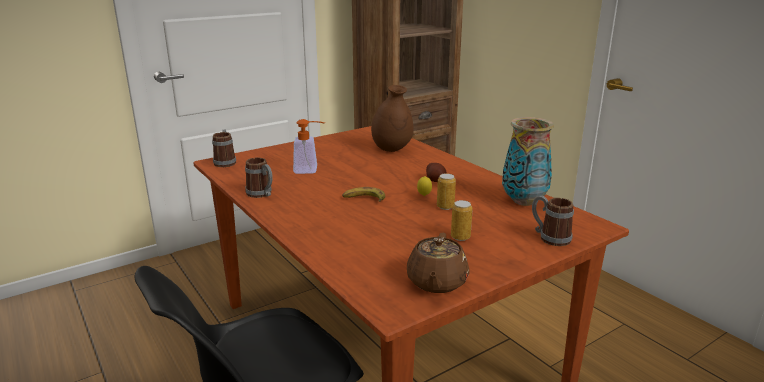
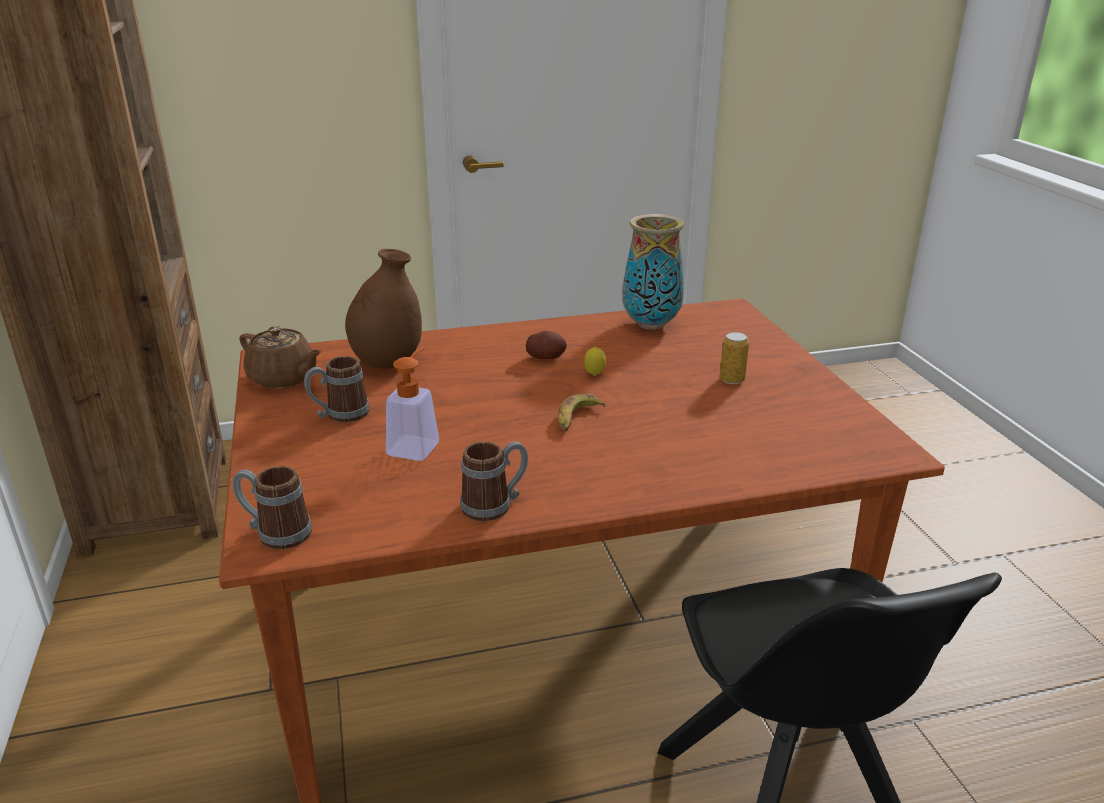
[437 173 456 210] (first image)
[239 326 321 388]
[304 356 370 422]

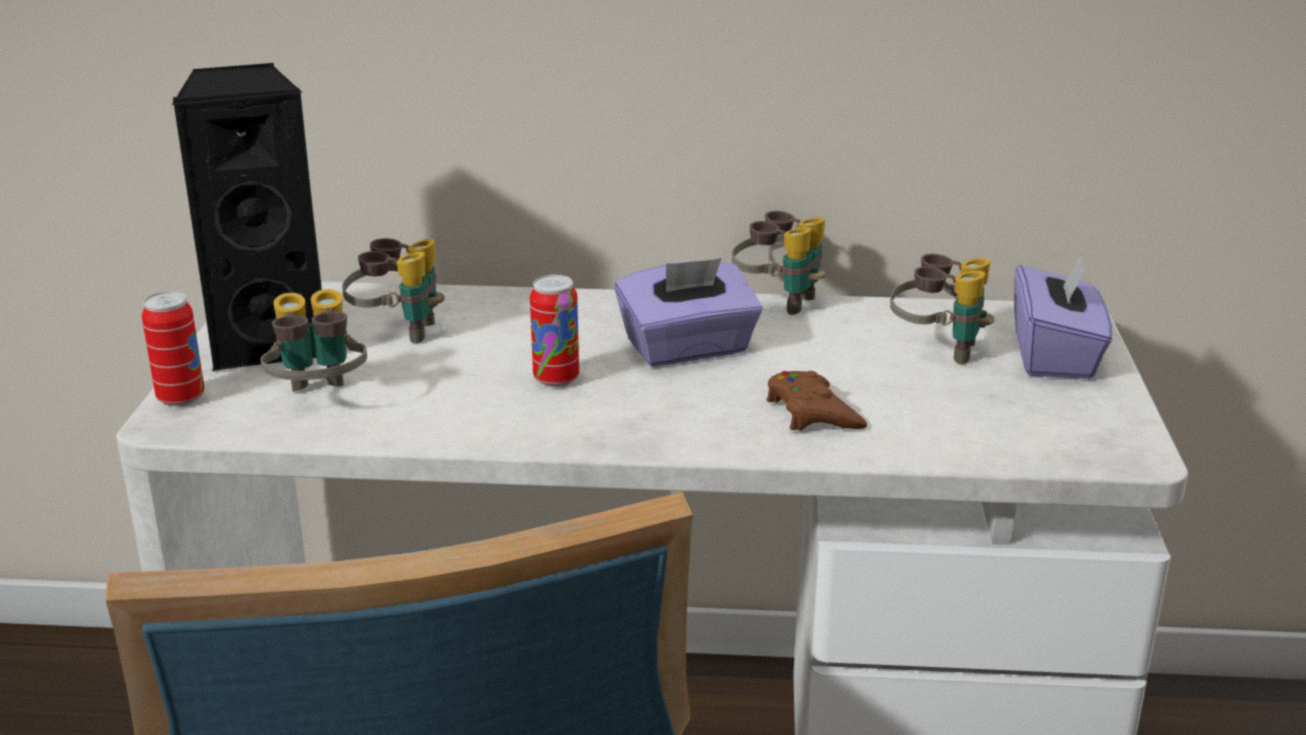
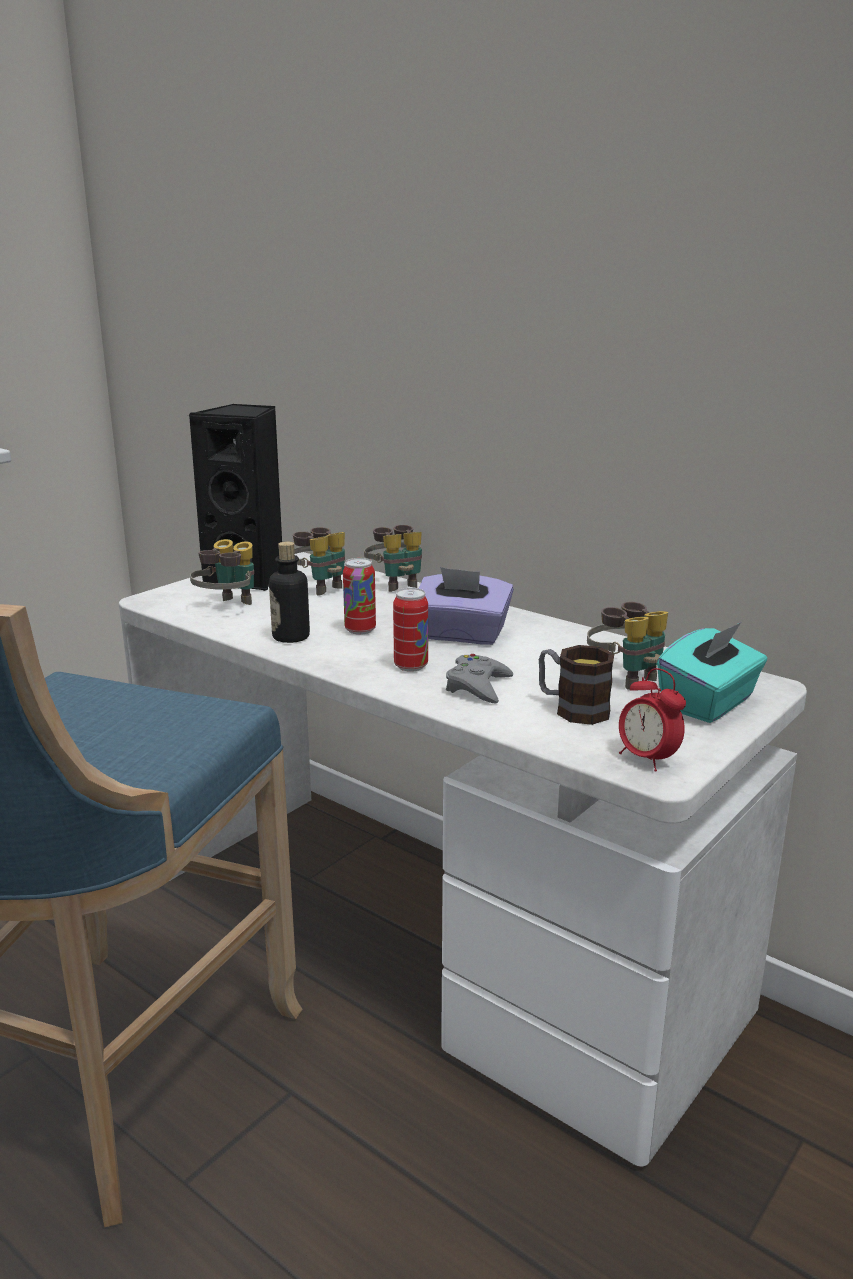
[269 542 310 643]
[539 645 614 725]
[619 668 686 771]
[393 588 428 672]
[364 525 422 592]
[446 654 513 703]
[657 622 767 723]

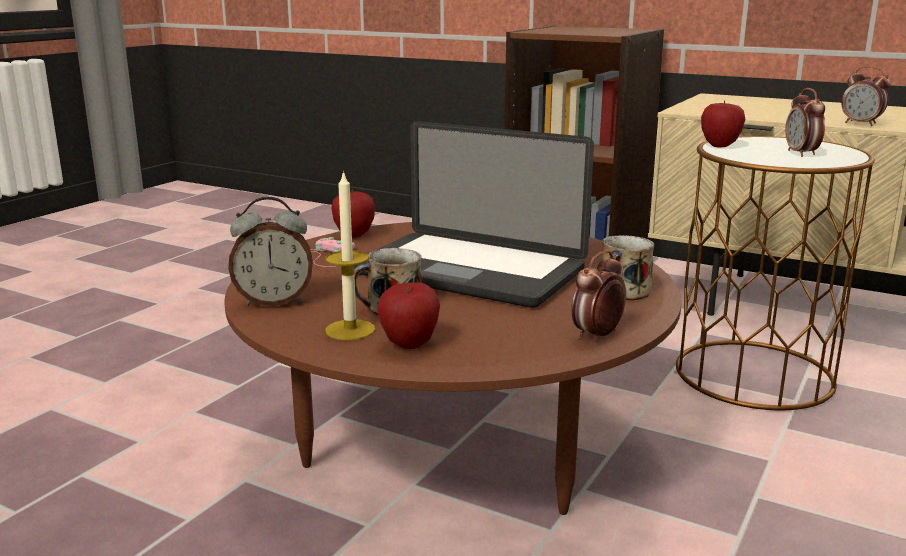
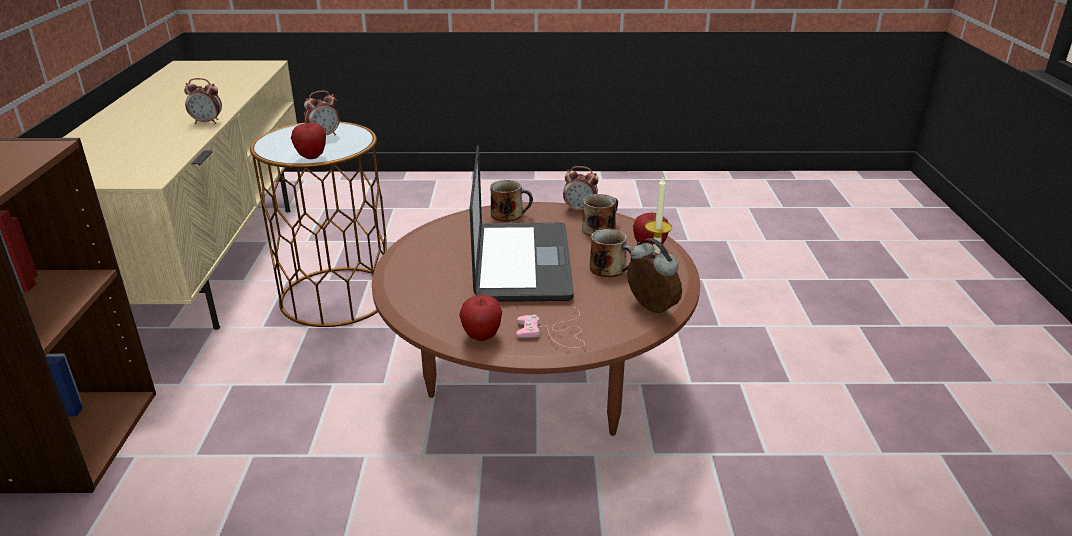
[582 194 618 236]
[184 78 222 124]

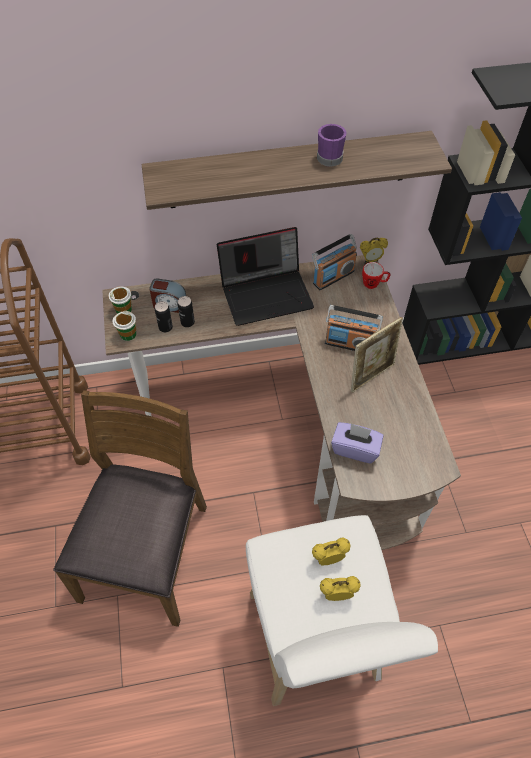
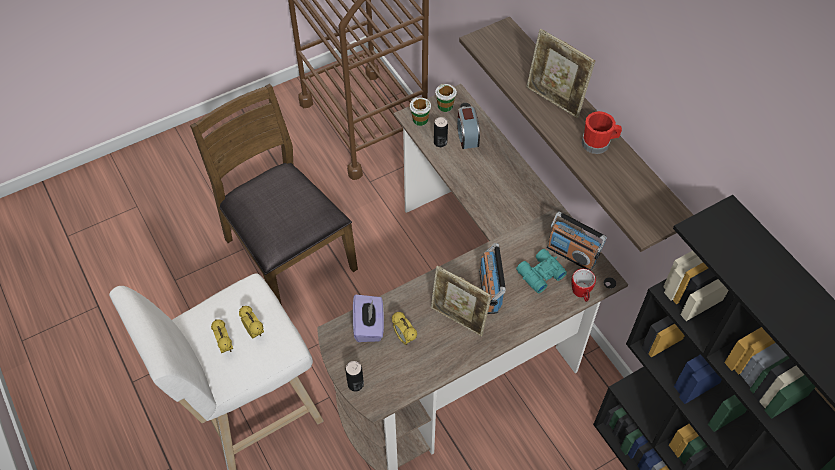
[217 227 314 326] (first image)
[516 249 567 293]
[526 29 595 118]
[346 361 364 392]
[392 312 417 345]
[582 111 622 154]
[190 84 358 305]

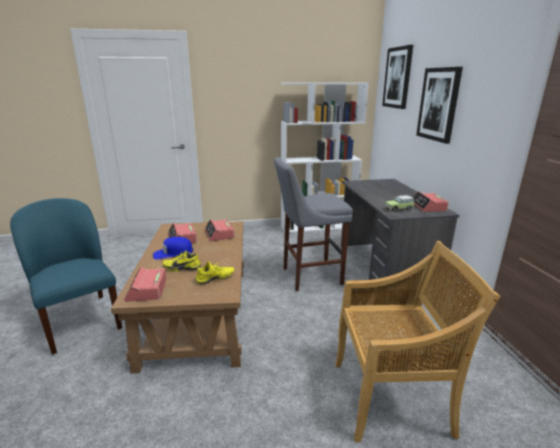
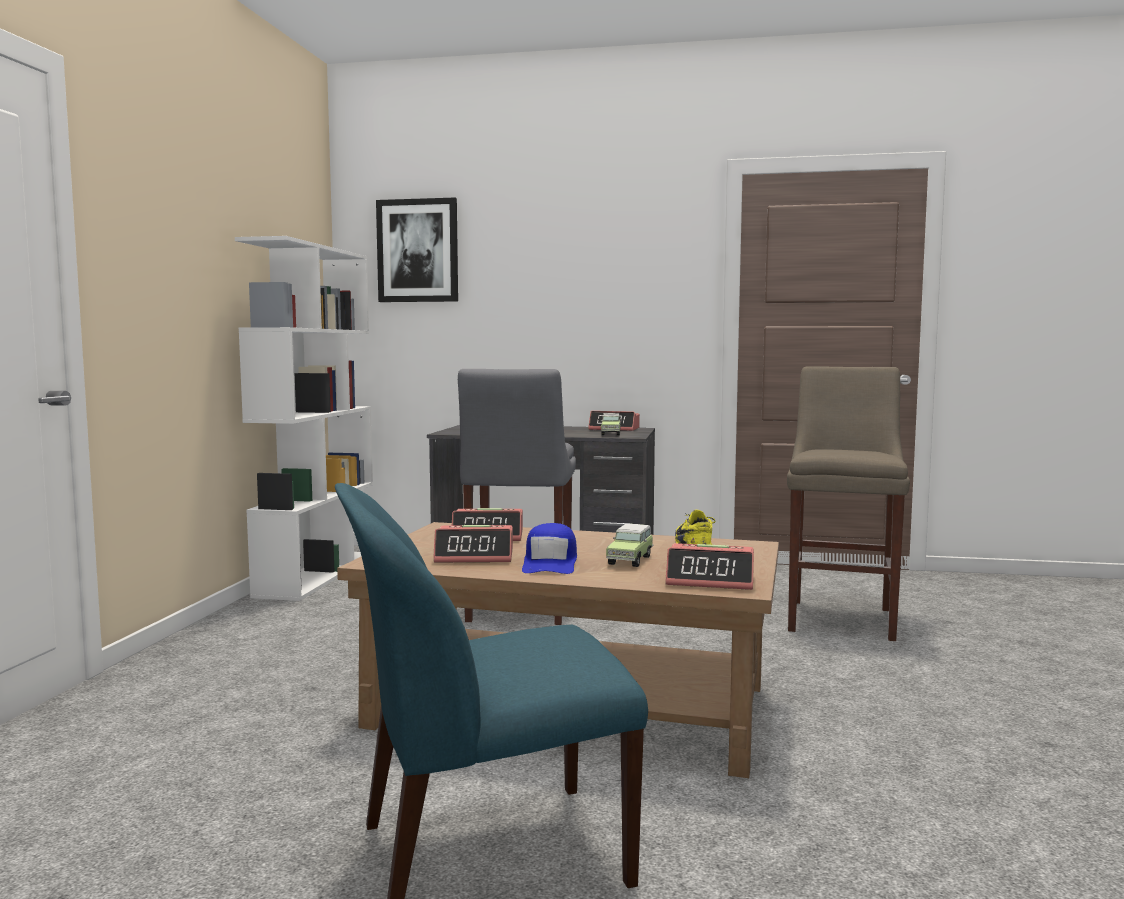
[416 67 463 144] (first image)
[606 524 654 567]
[787 366 910 641]

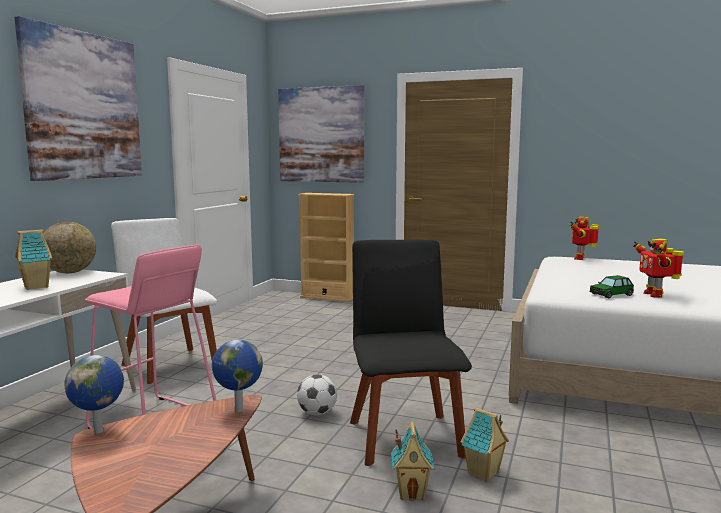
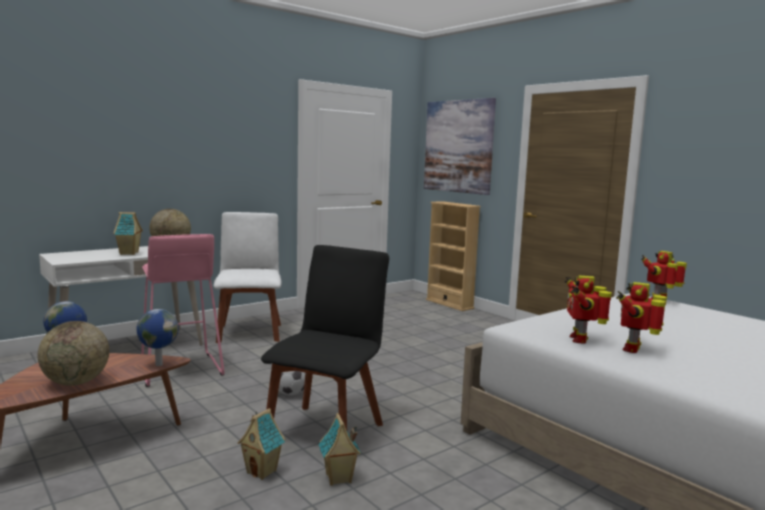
[15 16 142 181] (first image)
[38 321 109 386]
[565 275 612 344]

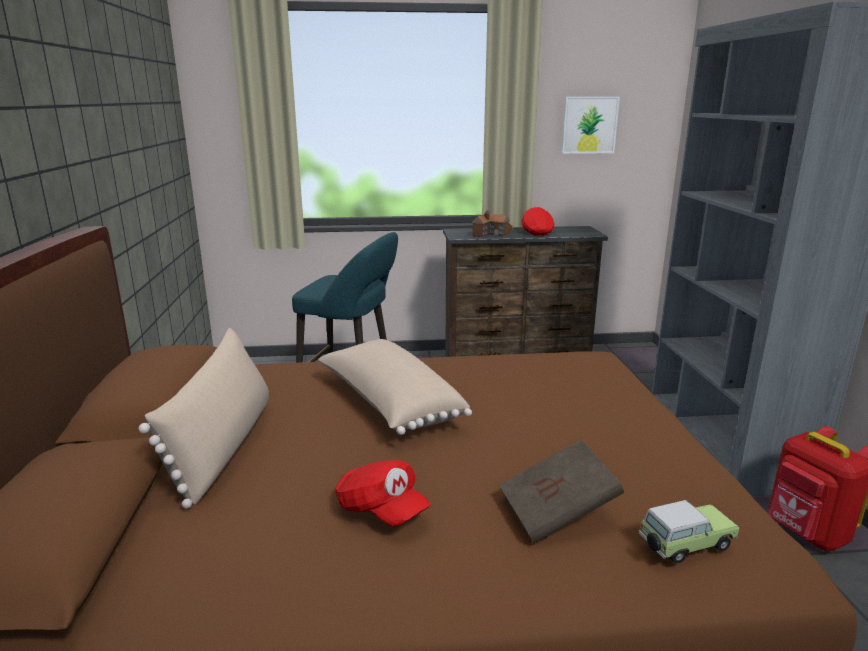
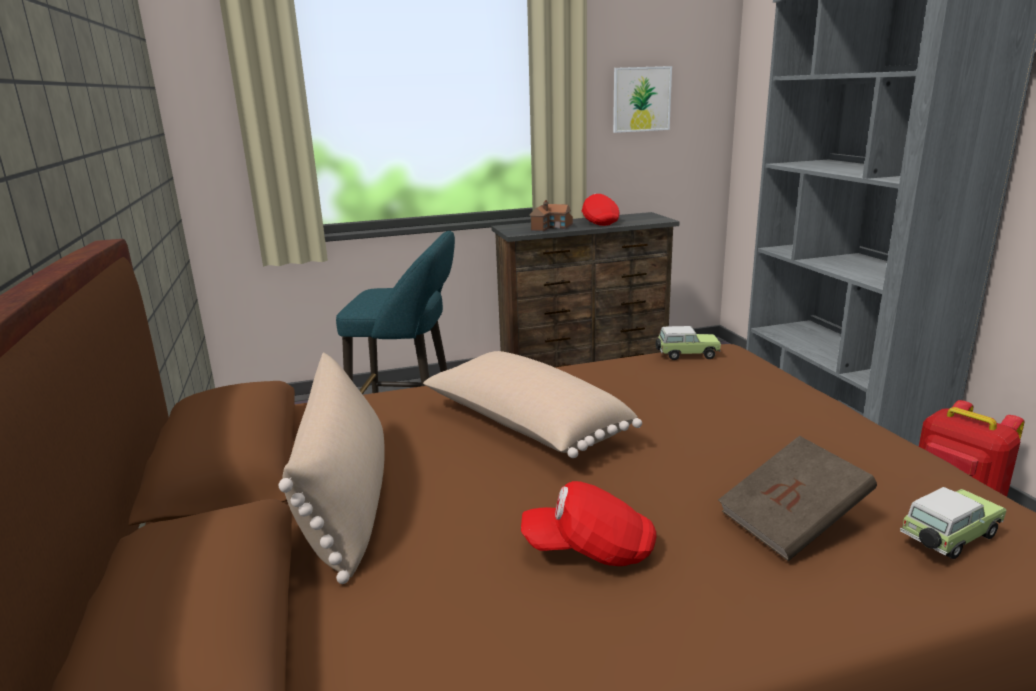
[656 326 721 360]
[521 481 657 566]

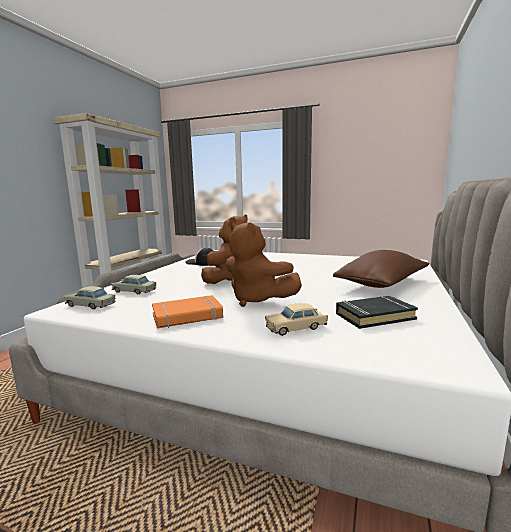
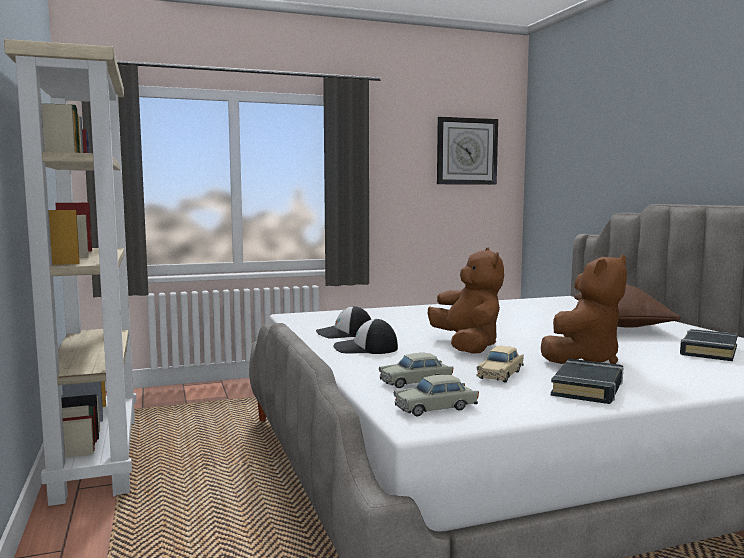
[334 319 398 354]
[437 117 498 185]
[476 346 524 382]
[551 359 623 404]
[541 255 627 364]

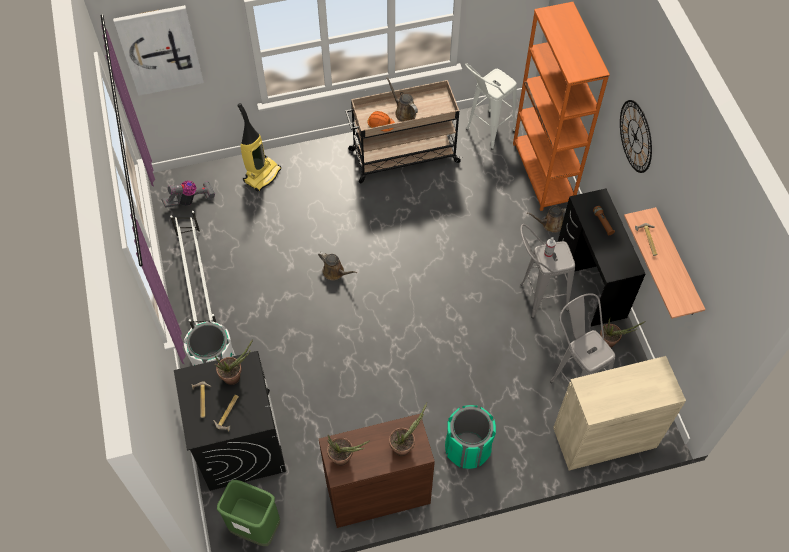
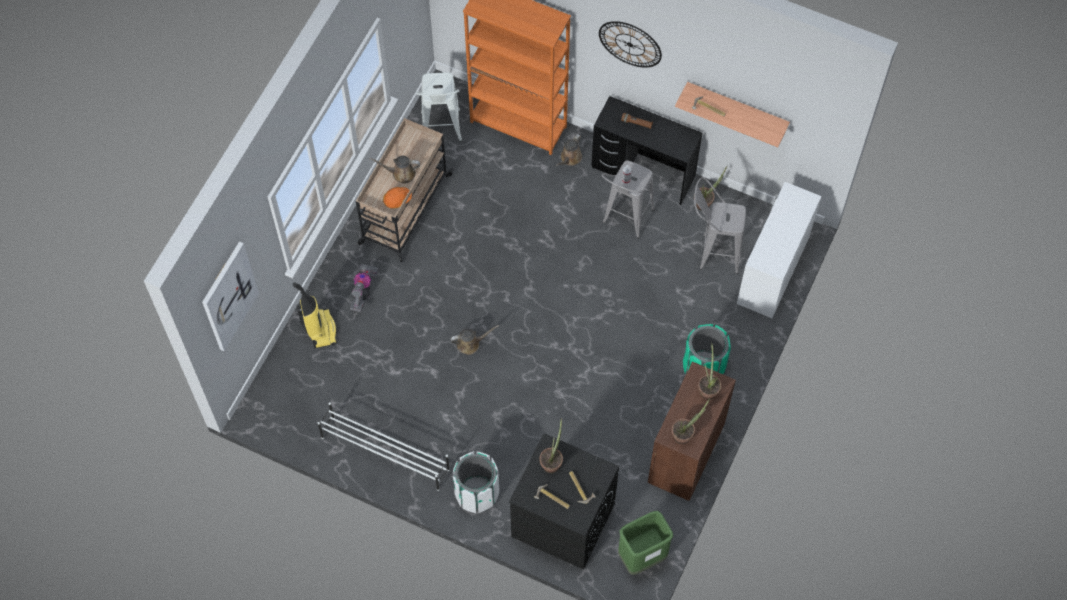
[350 264 379 312]
[737 182 821 318]

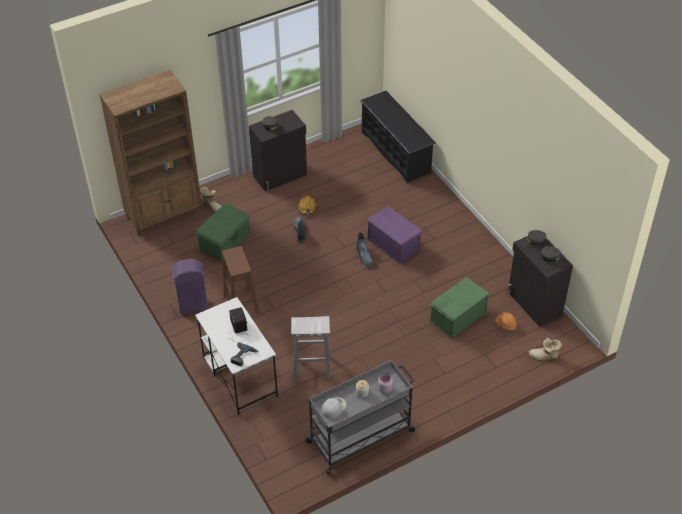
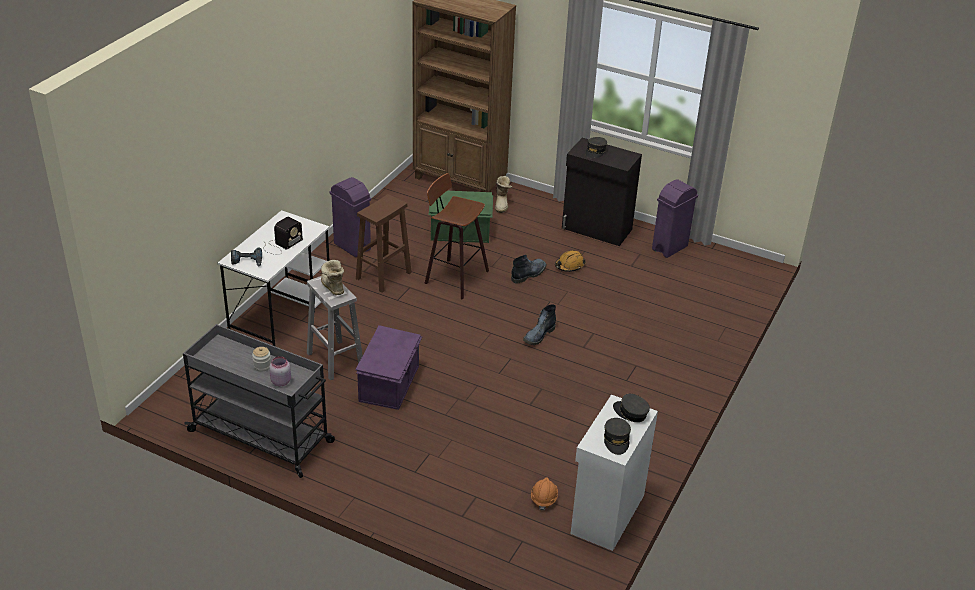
[322 397 347 419] (first image)
[360 91 436 184] (first image)
[429 277 490 339] (first image)
[424 173 489 299]
[652 179 698 258]
[356 325 422 410]
[321 260 344 295]
[571 394 658 551]

